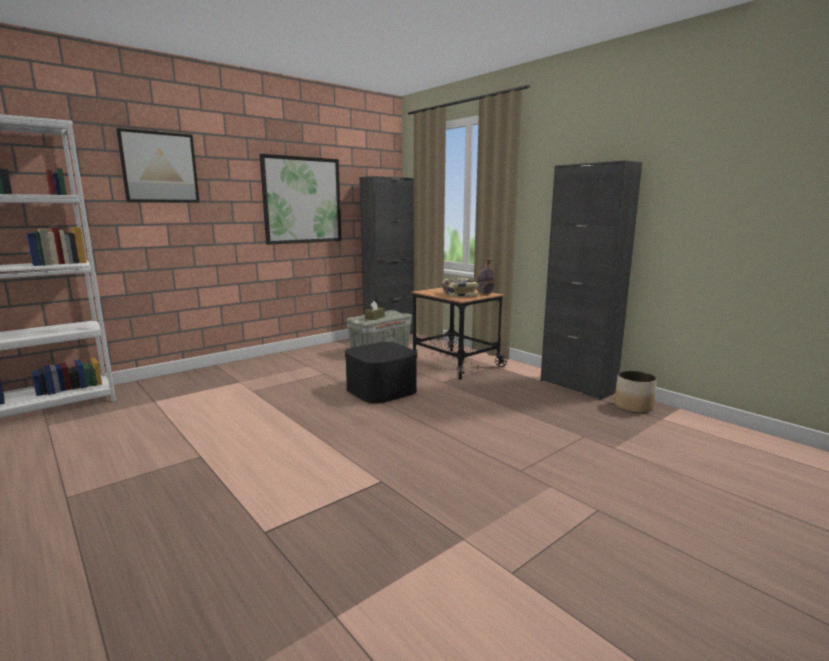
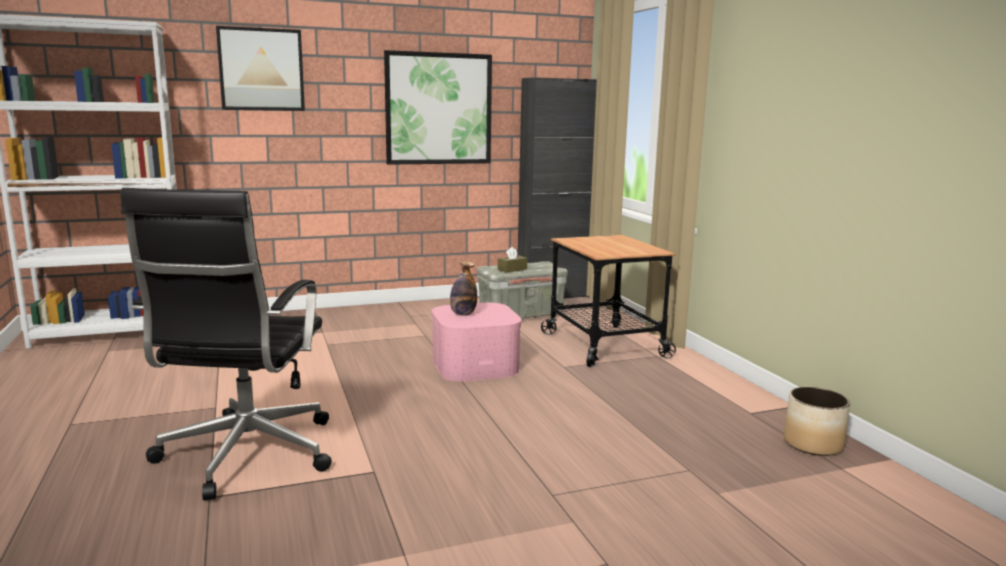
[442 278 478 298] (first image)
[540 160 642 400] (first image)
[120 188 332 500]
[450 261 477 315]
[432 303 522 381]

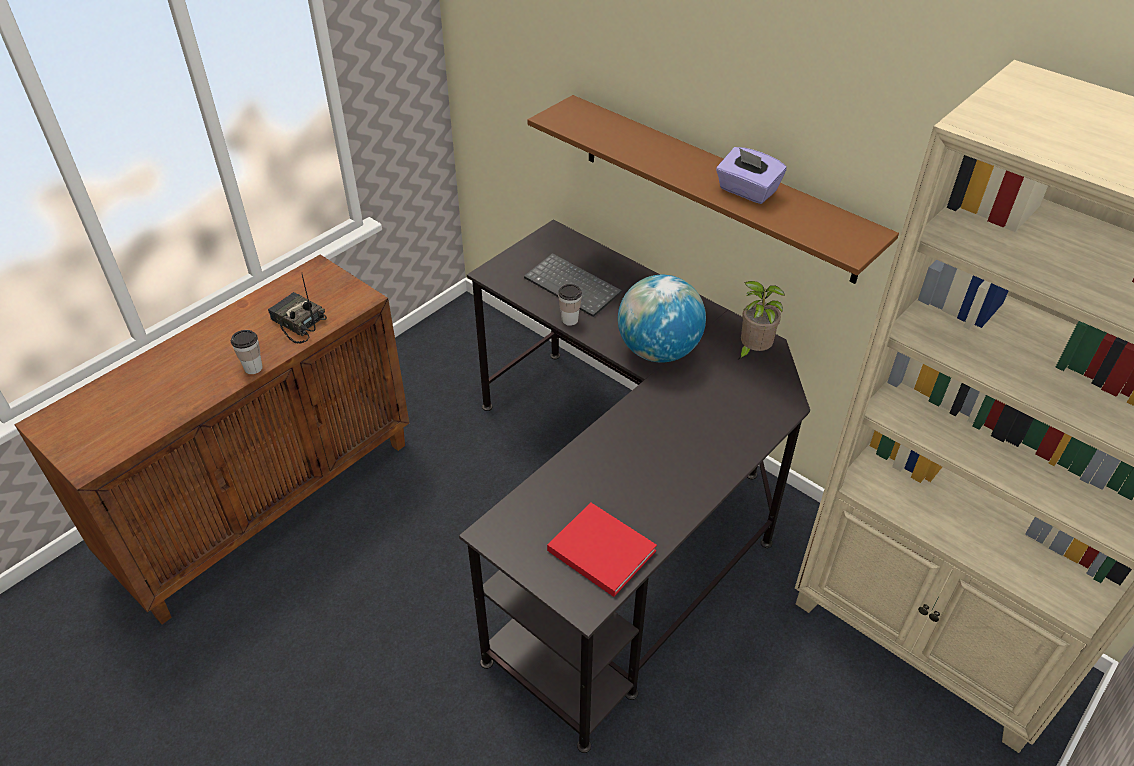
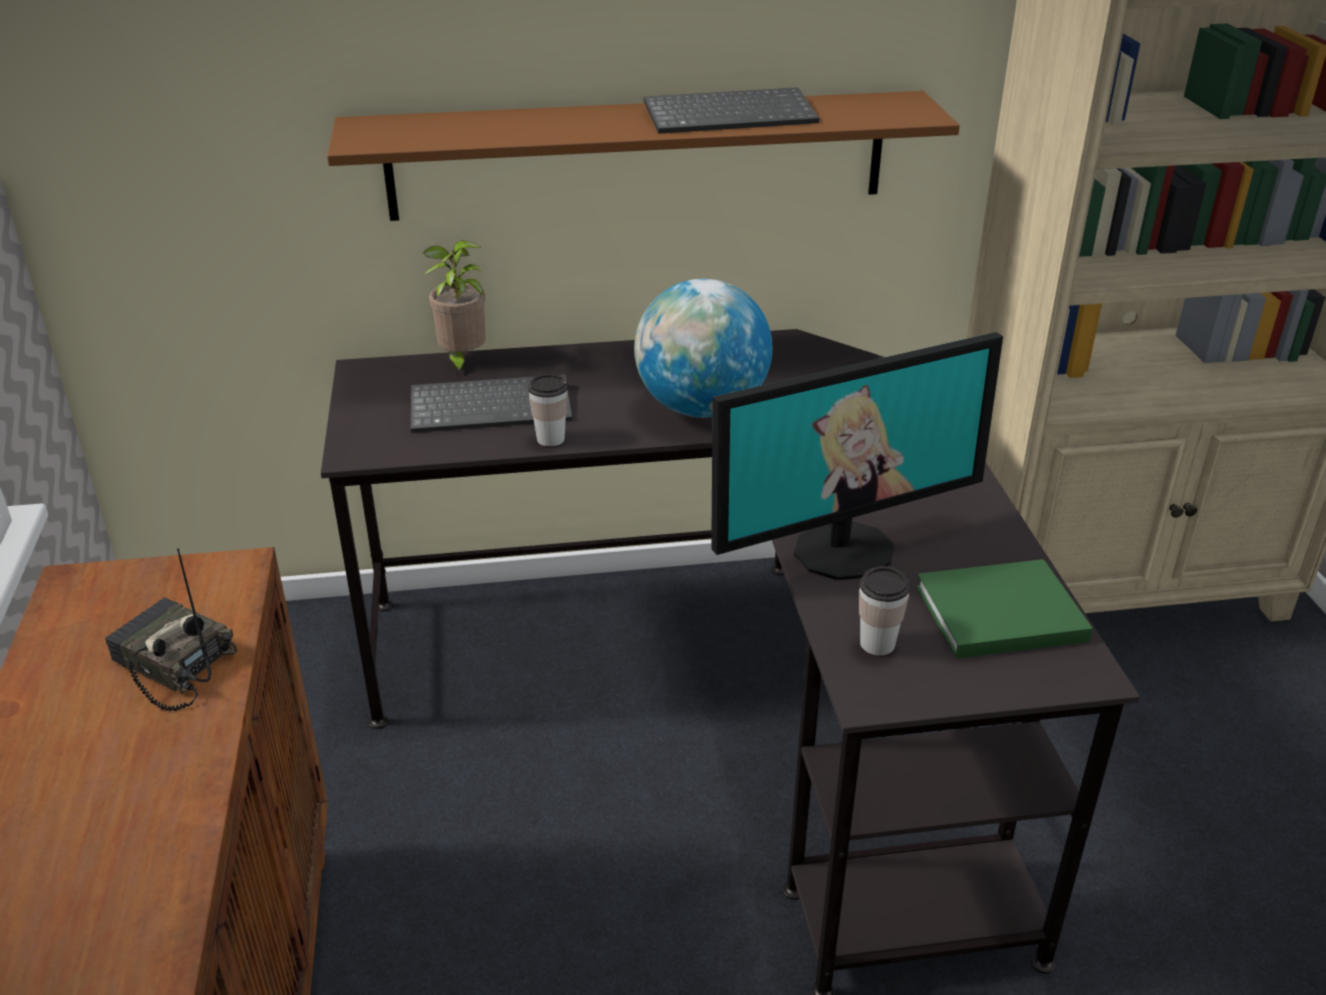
[711 332 1003 580]
[859 566 910 655]
[423 240 486 376]
[644 87 820 134]
[916 559 1093 659]
[105 548 237 711]

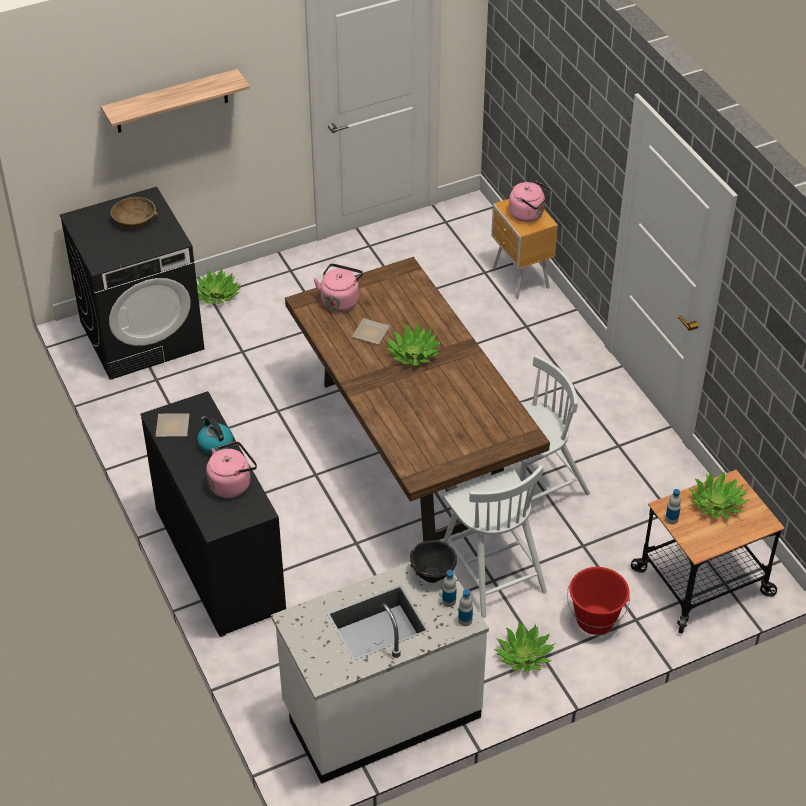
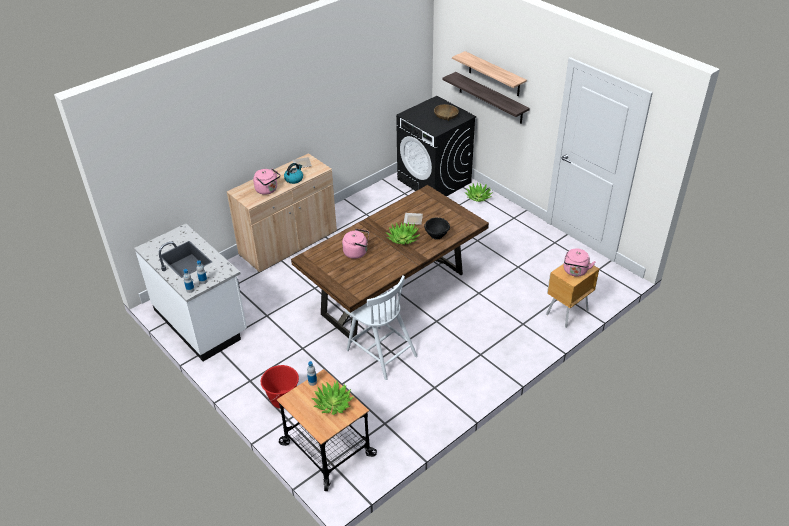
[442 465 547 618] (first image)
[494 622 556 673] (first image)
[442 72 530 124]
[342 229 369 259]
[424 217 450 240]
[227 153 337 273]

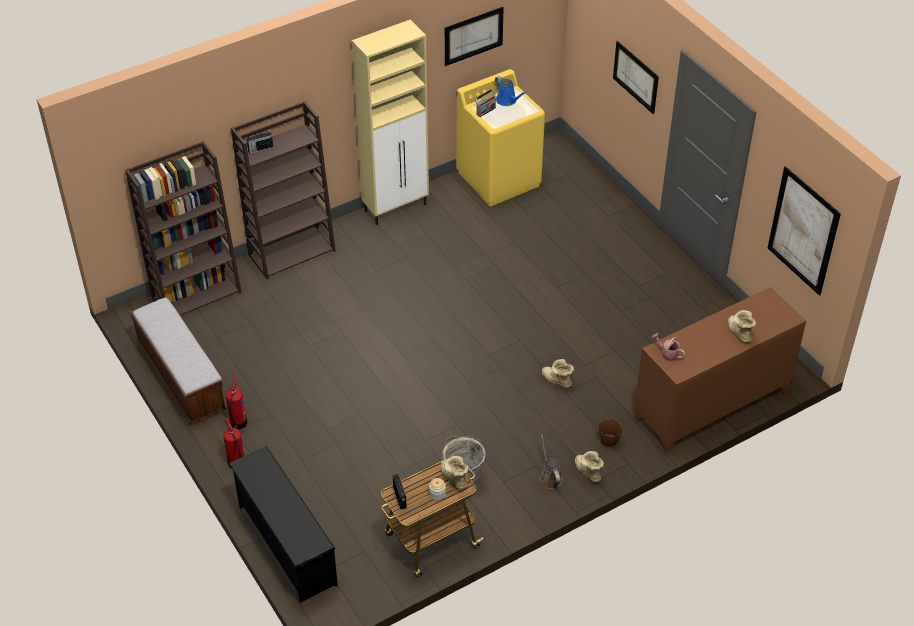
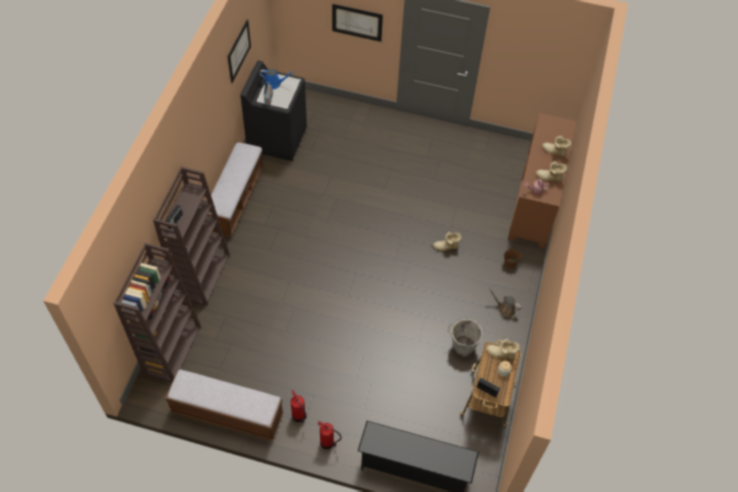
[768 166 841 296] (first image)
[536 161 567 181]
[207 141 264 237]
[240 60 307 161]

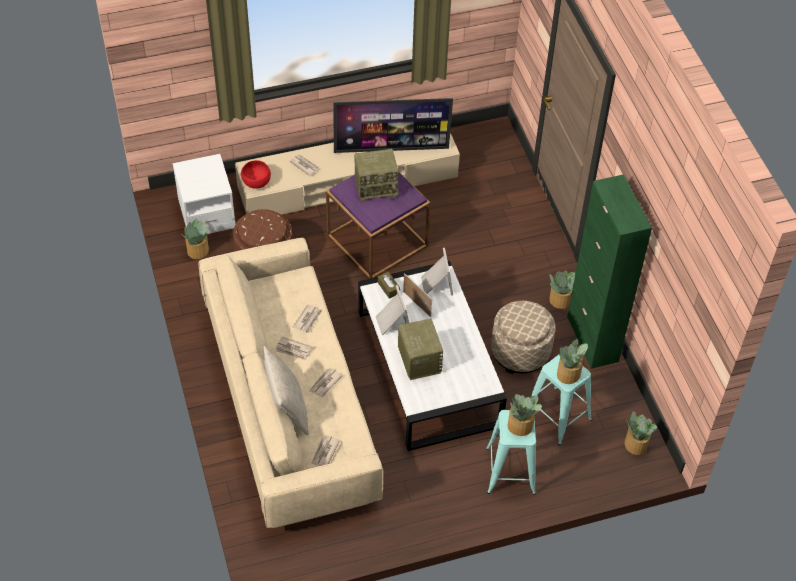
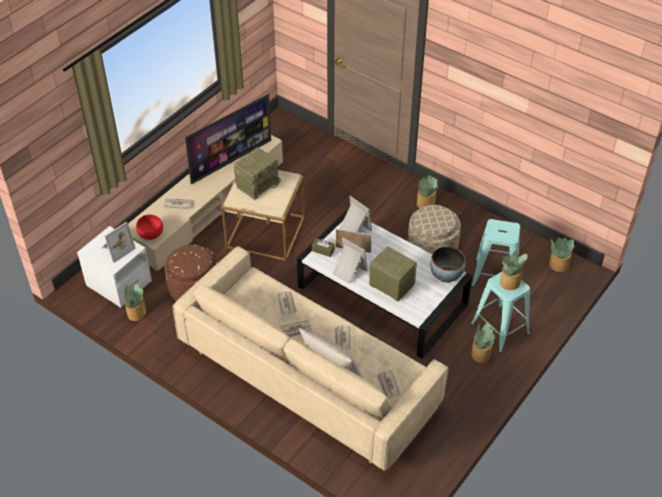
[567 174 652 369] (first image)
[101 222 135 263]
[430 246 466 283]
[471 323 495 363]
[221 170 305 261]

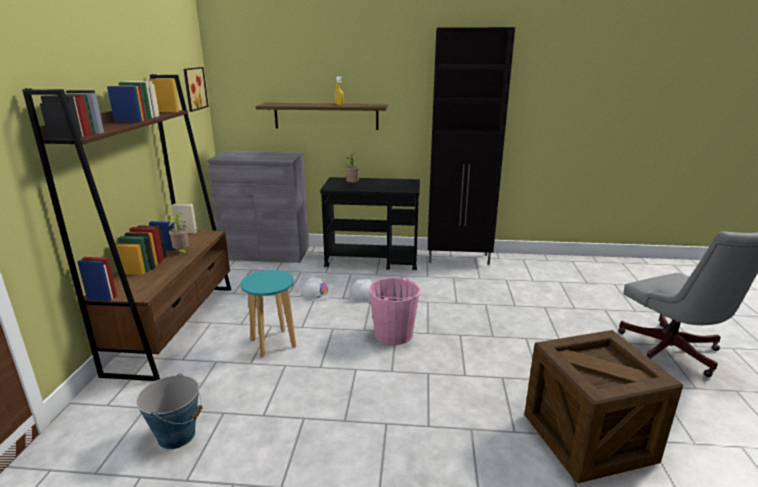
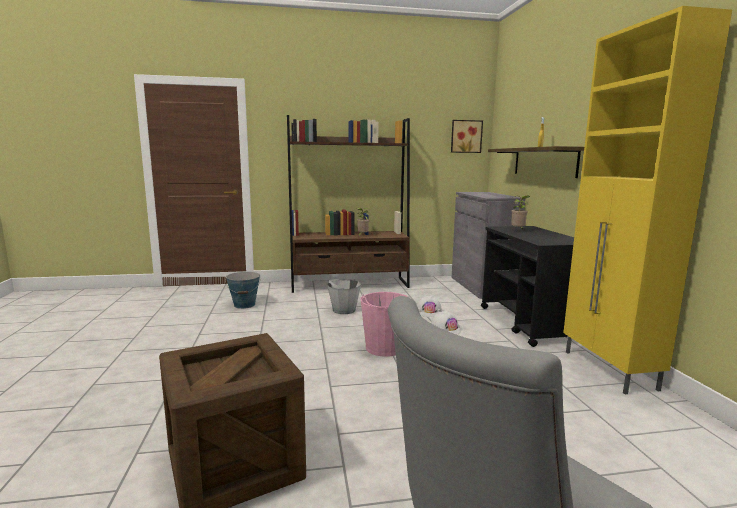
[327 277 361 314]
[563 6 732 394]

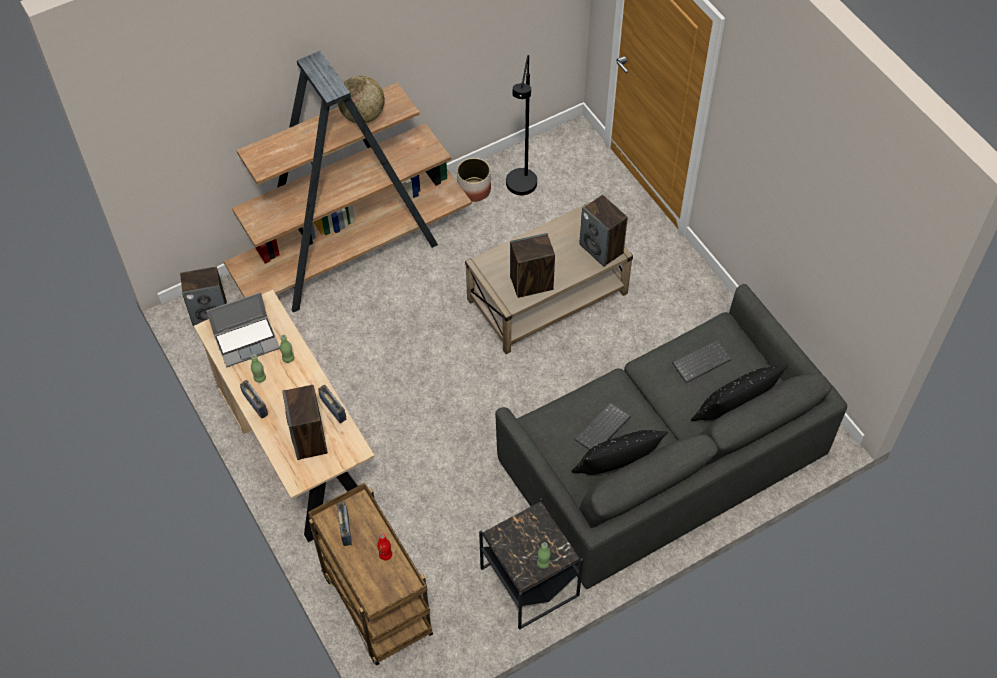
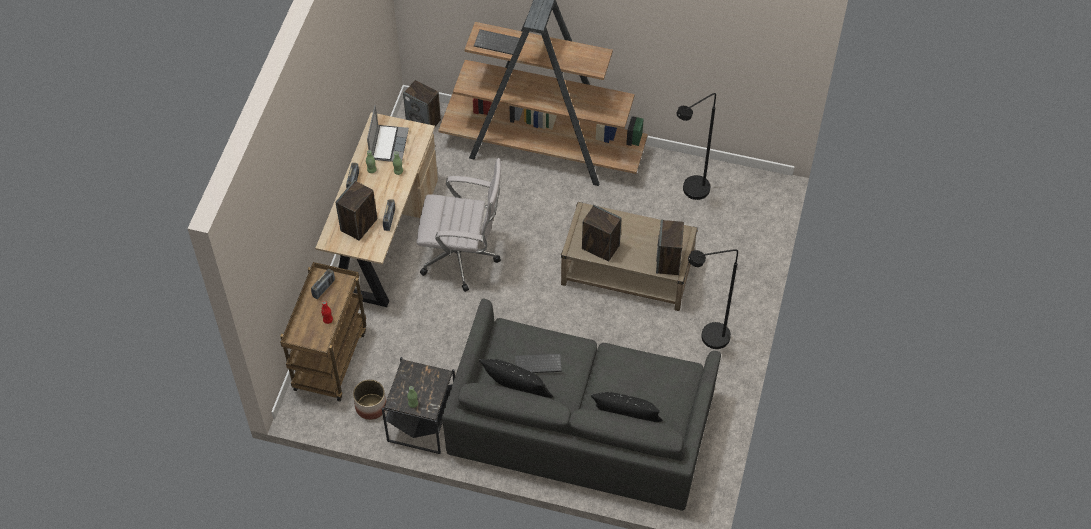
[338 75 385 123] (first image)
[417 158 502 292]
[688 249 738 349]
[353 379 386 420]
[474 29 520 55]
[367 105 409 162]

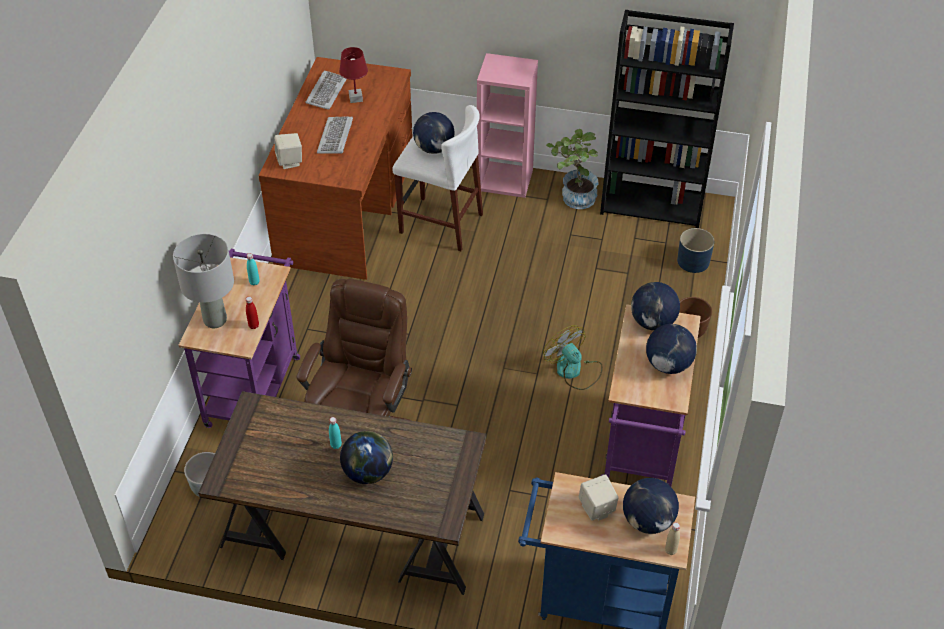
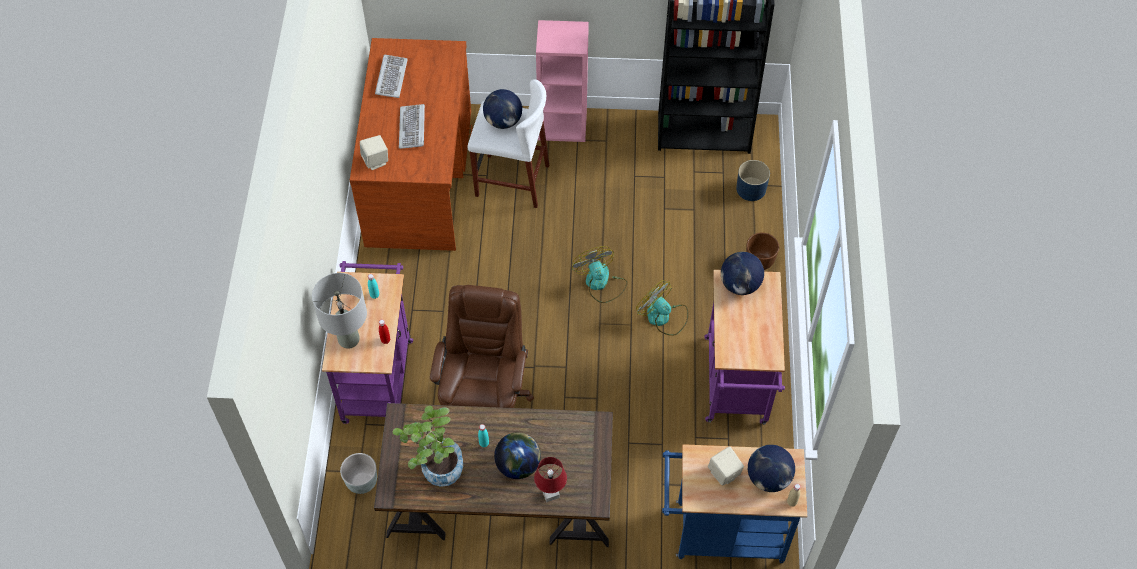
[646 324 697 374] (first image)
[572 246 627 303]
[534 457 567 502]
[393 405 463 487]

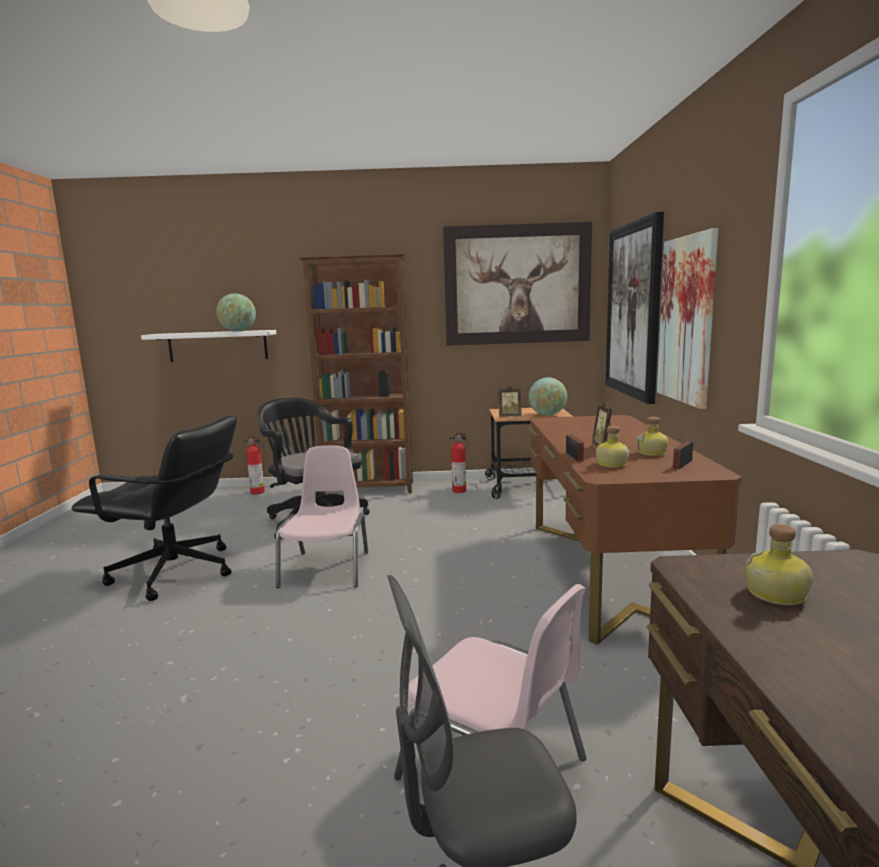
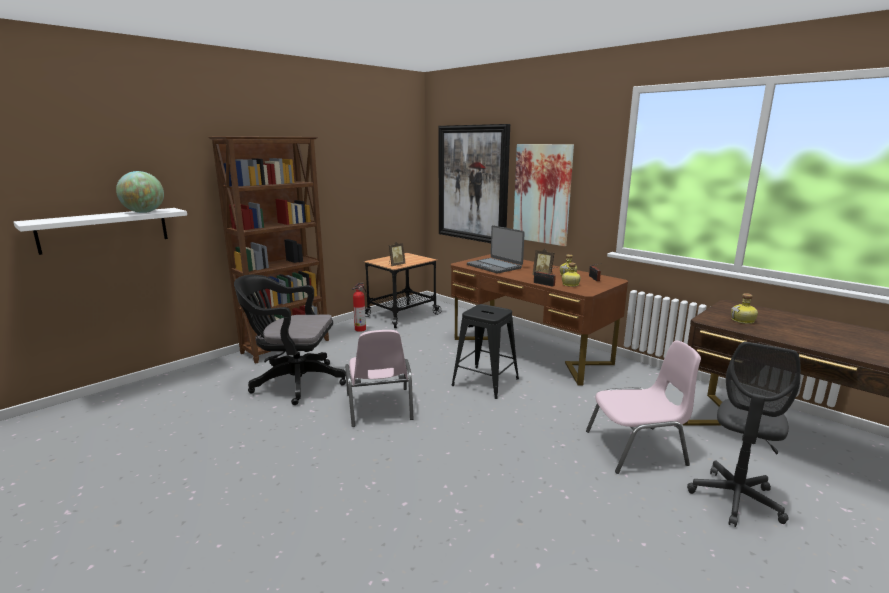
[72 415 237 601] (first image)
[243 435 265 494] (first image)
[443 222 592 346] (first image)
[529 378 567 416] (first image)
[451 304 519 399]
[467 225 525 274]
[345 330 413 427]

